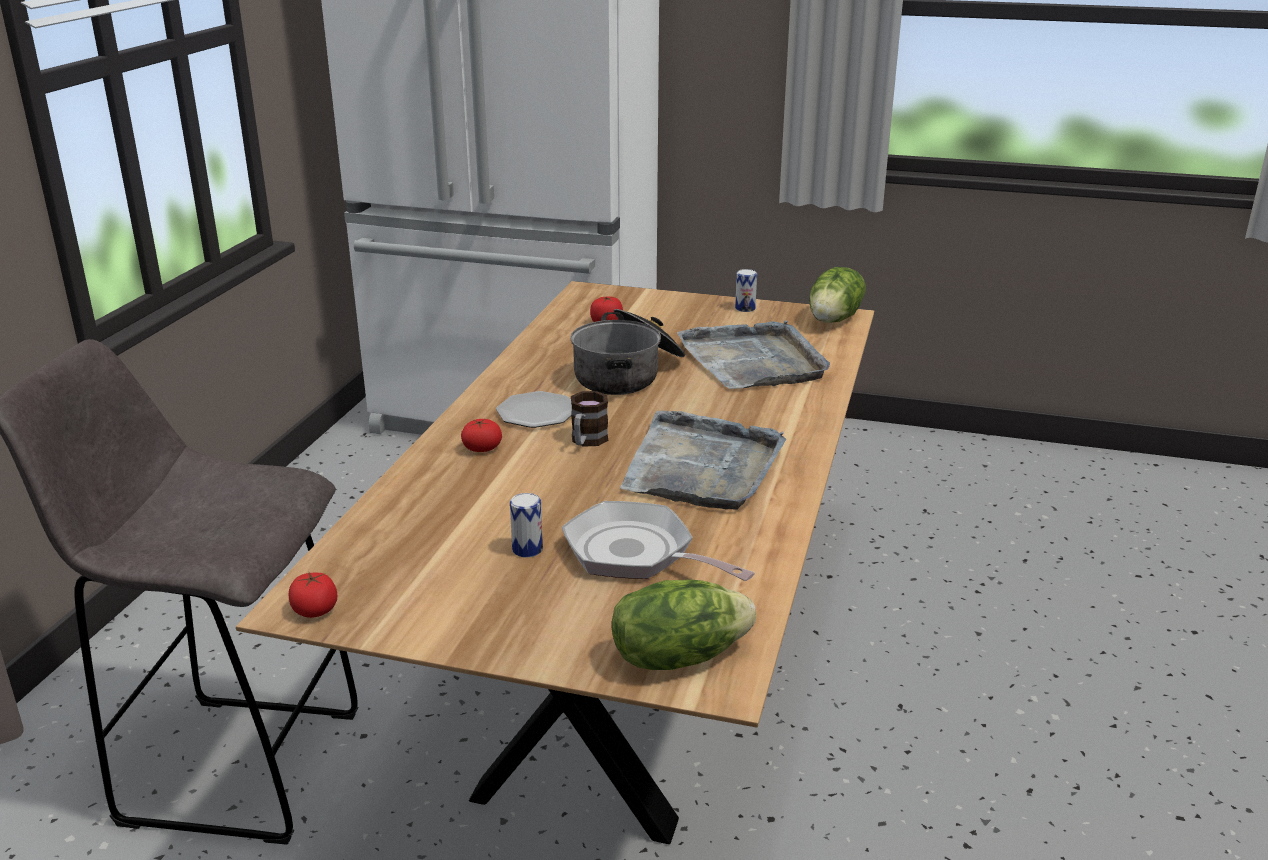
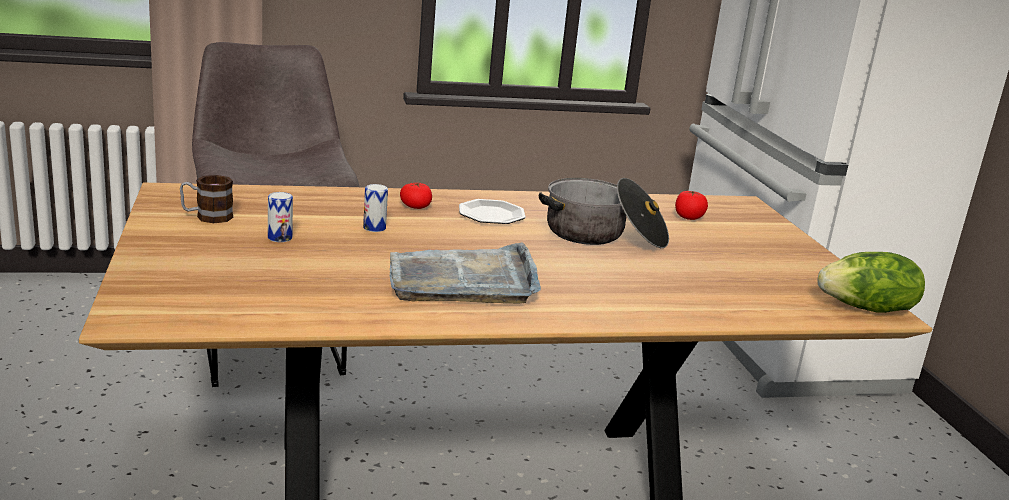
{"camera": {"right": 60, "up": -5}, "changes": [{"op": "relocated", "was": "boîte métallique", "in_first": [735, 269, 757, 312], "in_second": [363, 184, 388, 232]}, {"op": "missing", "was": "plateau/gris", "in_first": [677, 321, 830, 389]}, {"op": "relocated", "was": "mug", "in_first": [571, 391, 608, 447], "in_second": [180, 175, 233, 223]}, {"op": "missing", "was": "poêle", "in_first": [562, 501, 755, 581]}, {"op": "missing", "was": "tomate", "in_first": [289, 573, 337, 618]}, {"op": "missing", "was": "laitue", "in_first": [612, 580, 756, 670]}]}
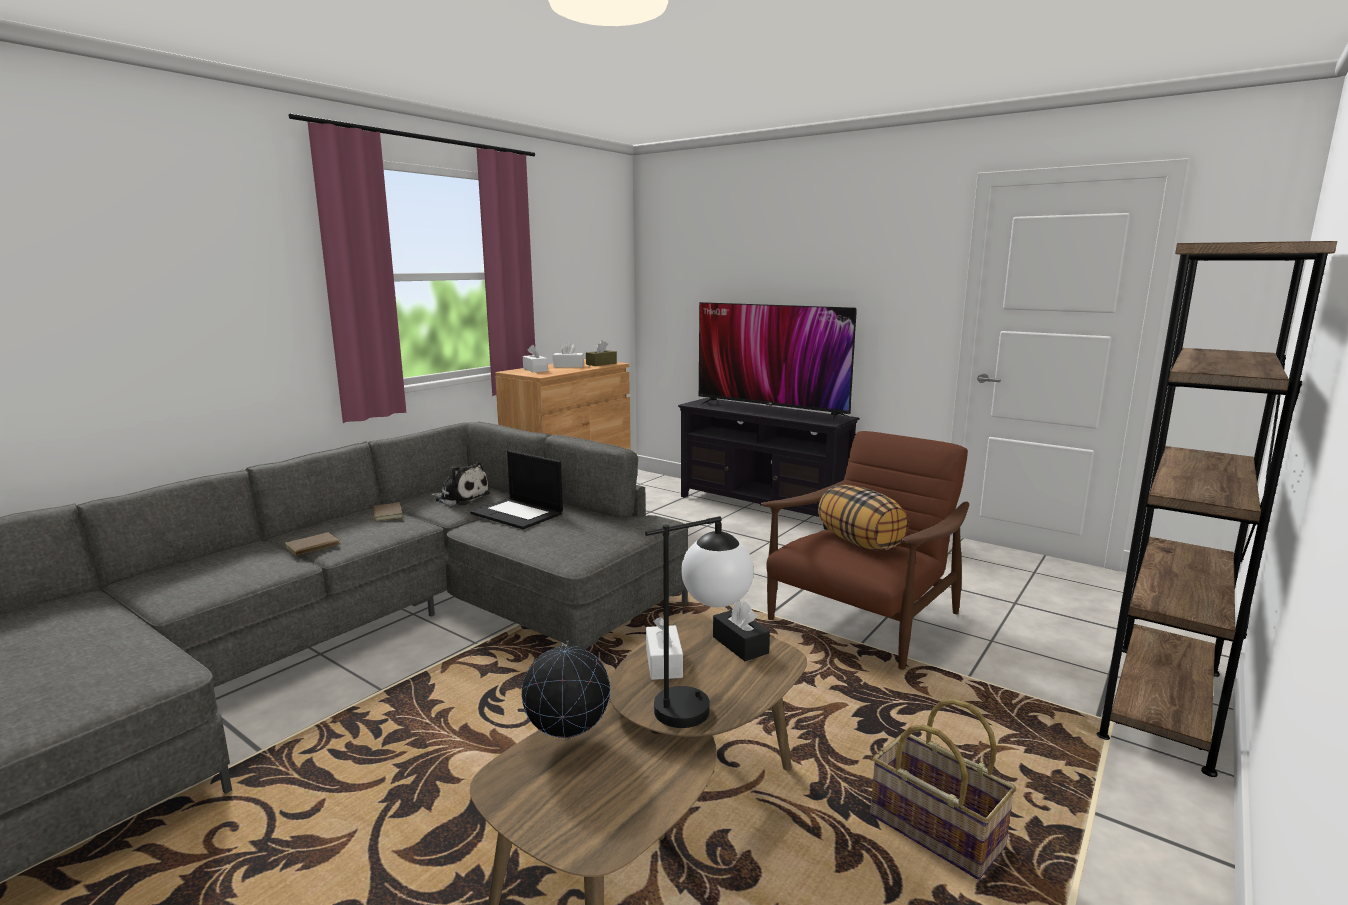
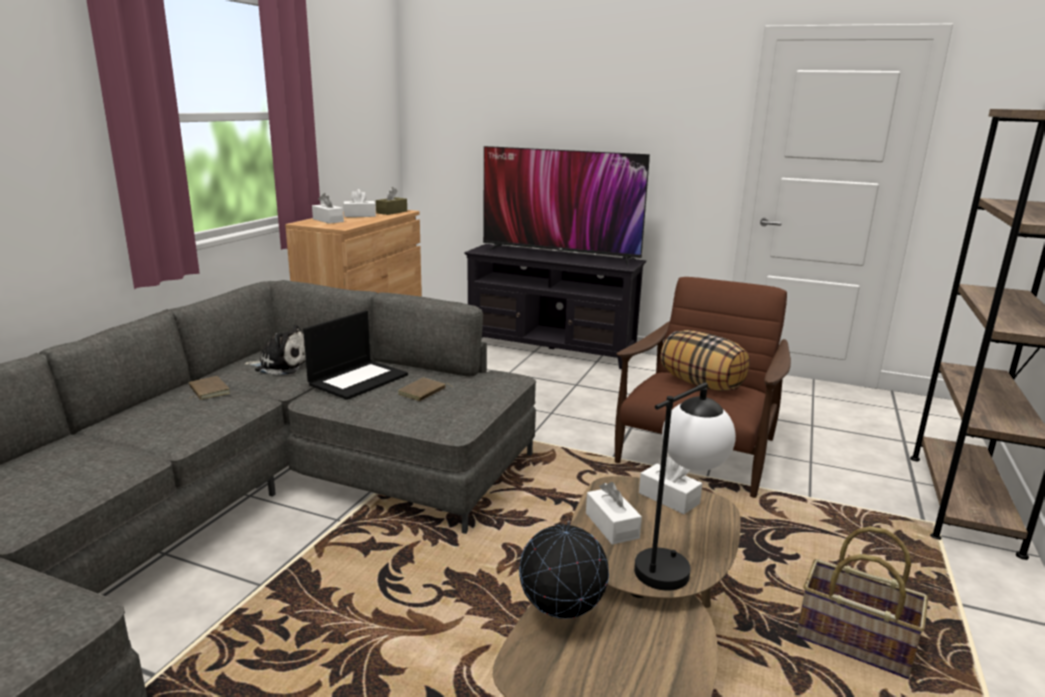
{"camera": {"right": -15, "up": 5}, "changes": [{"op": "spun", "was": "ordinateur portable", "in_first": [470, 450, 563, 529], "in_second": [303, 311, 408, 400], "clockwise": -75}, {"op": "relocated", "was": "livre/marron", "in_first": [285, 532, 342, 556], "in_second": [398, 377, 452, 401]}, {"op": "colour", "was": "boîte à mouchoirs/noir", "now": "boîte à mouchoirs/blanc", "in_first": [713, 600, 770, 661], "in_second": [639, 457, 702, 514]}]}
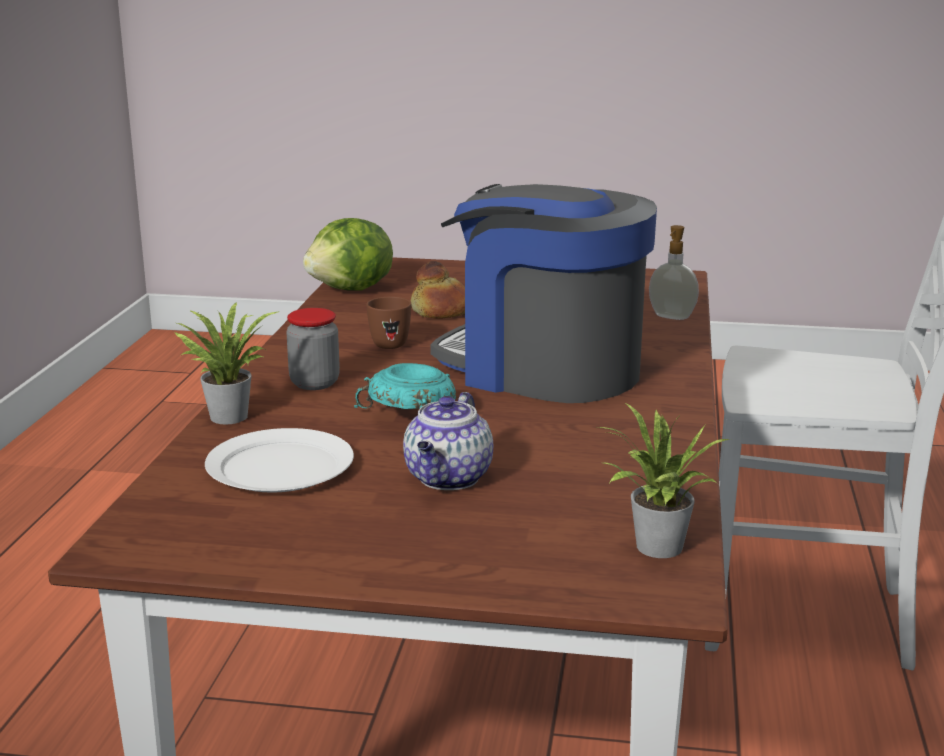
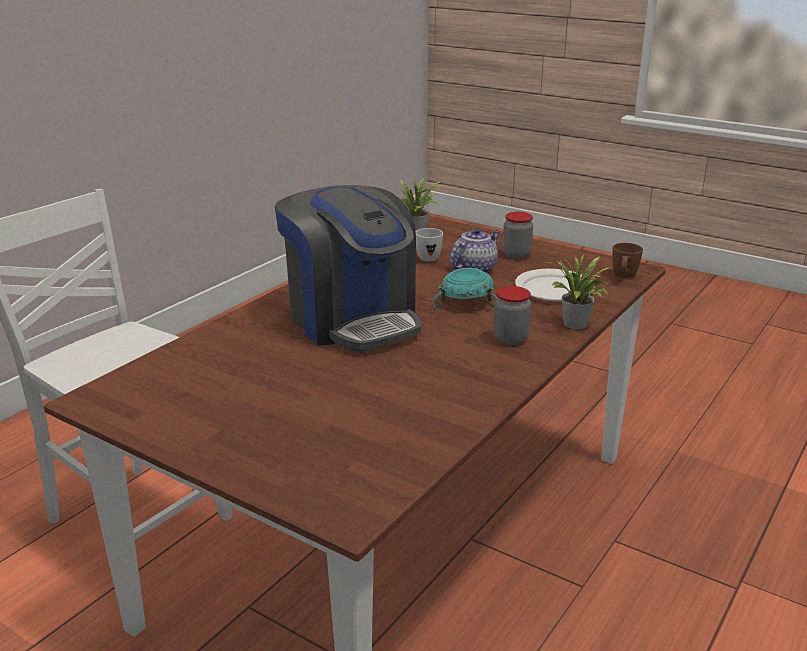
{"camera": {"right": -155, "up": 5}, "changes": [{"op": "missing", "was": "laitue", "in_first": [303, 218, 393, 291]}, {"op": "missing", "was": "distributeur de savon", "in_first": [649, 225, 699, 320]}, {"op": "missing", "was": "pain", "in_first": [411, 261, 465, 319]}, {"op": "relocated", "was": "mug/marron", "in_first": [366, 297, 411, 349], "in_second": [612, 243, 643, 278]}, {"op": "appeared", "now": "bocal", "in_second": [503, 212, 533, 259]}, {"op": "appeared", "now": "mug/blanc", "in_second": [416, 228, 443, 262]}]}
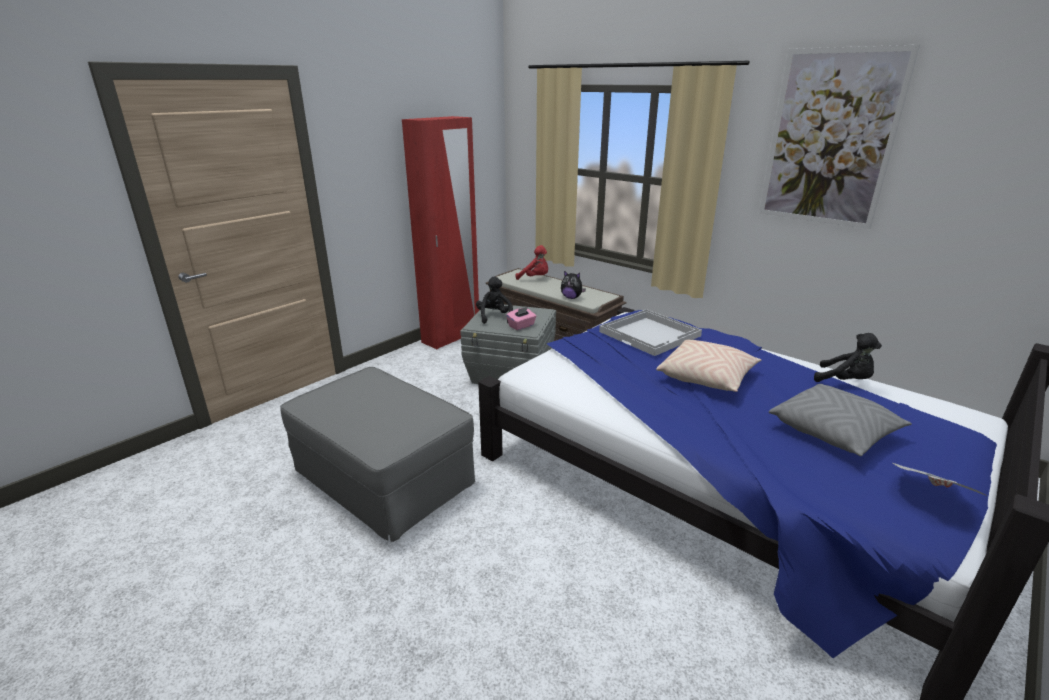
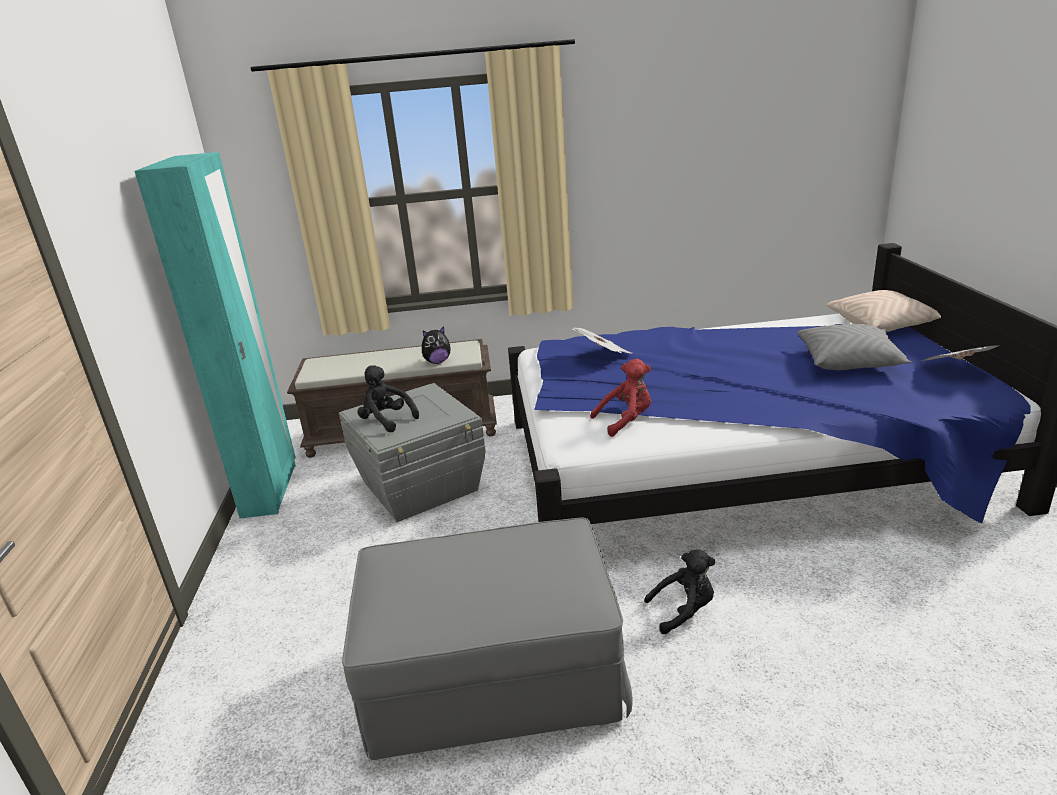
{"camera": {"right": -45, "up": 0}, "changes": [{"op": "missing", "was": "tableau", "in_first": [759, 45, 920, 229]}, {"op": "colour", "was": "armoire/rouge", "now": "armoire/turquoise", "in_first": [402, 116, 479, 349], "in_second": [135, 152, 296, 519]}, {"op": "relocated", "was": "peluche/rouge", "in_first": [516, 245, 548, 280], "in_second": [590, 359, 651, 437]}, {"op": "missing", "was": "boîte à mouchoirs/rose", "in_first": [506, 307, 537, 330]}, {"op": "exchanged", "was": "plateau/blanc", "now": "journal", "in_first": [599, 309, 702, 356], "in_second": [572, 328, 631, 353]}, {"op": "relocated", "was": "peluche/noir", "in_first": [814, 333, 882, 382], "in_second": [644, 549, 715, 634]}, {"op": "relocated", "was": "coussin/beige", "in_first": [656, 340, 762, 392], "in_second": [826, 290, 941, 332]}]}
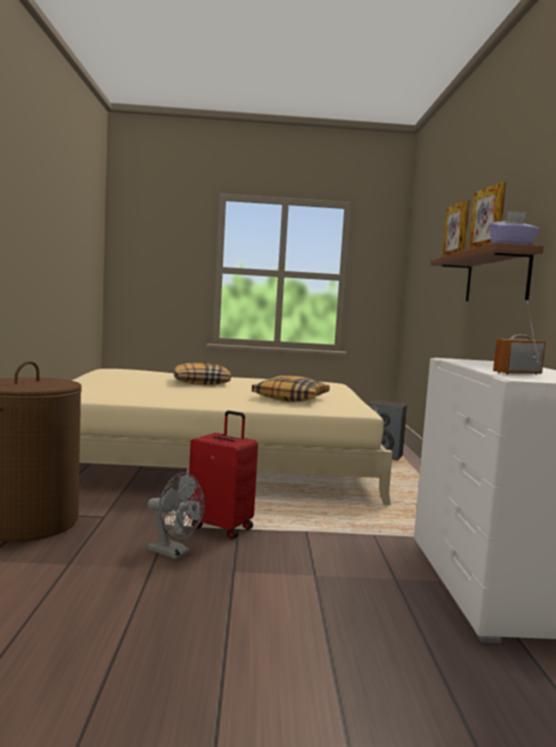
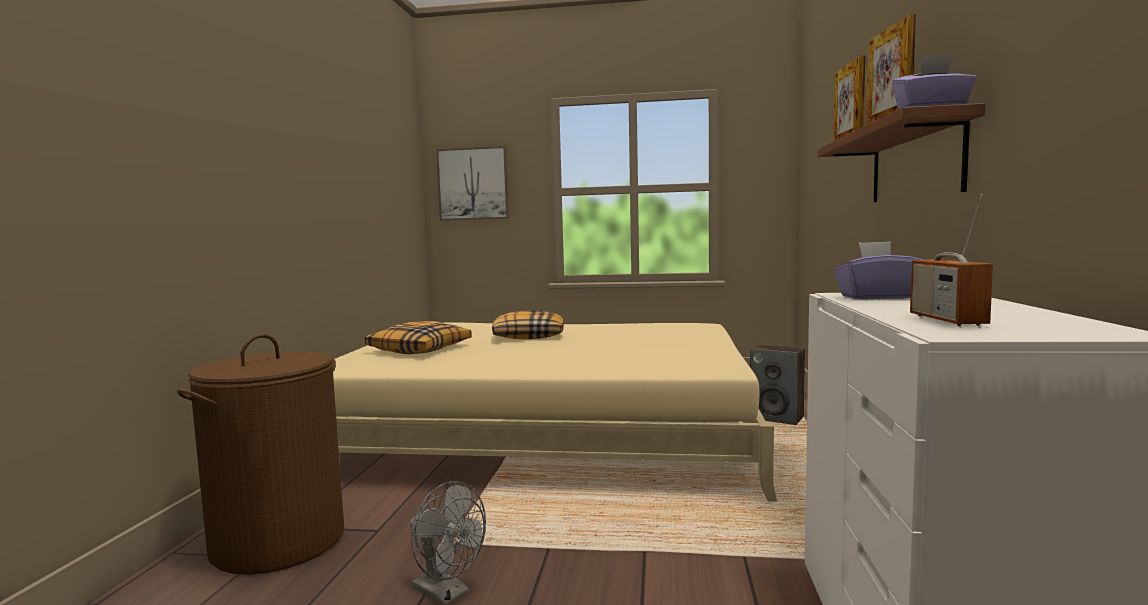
{"camera": {"right": 10, "up": 0}, "changes": [{"op": "spun", "was": "radio", "in_first": [493, 302, 546, 375], "in_second": [910, 194, 993, 326], "clockwise": -75}, {"op": "relocated", "was": "coussin", "in_first": [252, 376, 330, 402], "in_second": [365, 321, 472, 354]}, {"op": "missing", "was": "valise/rouge", "in_first": [187, 411, 258, 539]}, {"op": "appeared", "now": "tableau", "in_second": [436, 146, 509, 220]}, {"op": "appeared", "now": "boîte à mouchoirs/violet", "in_second": [834, 241, 923, 300]}]}
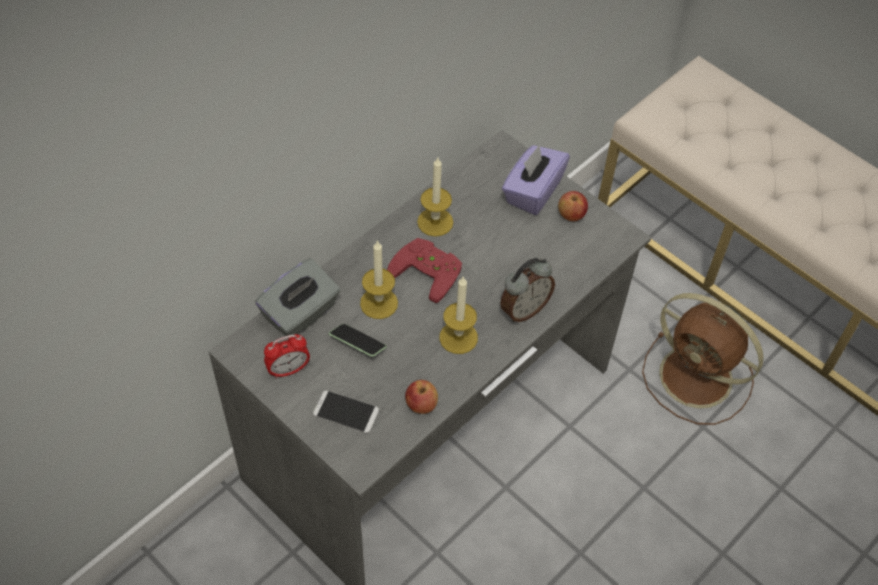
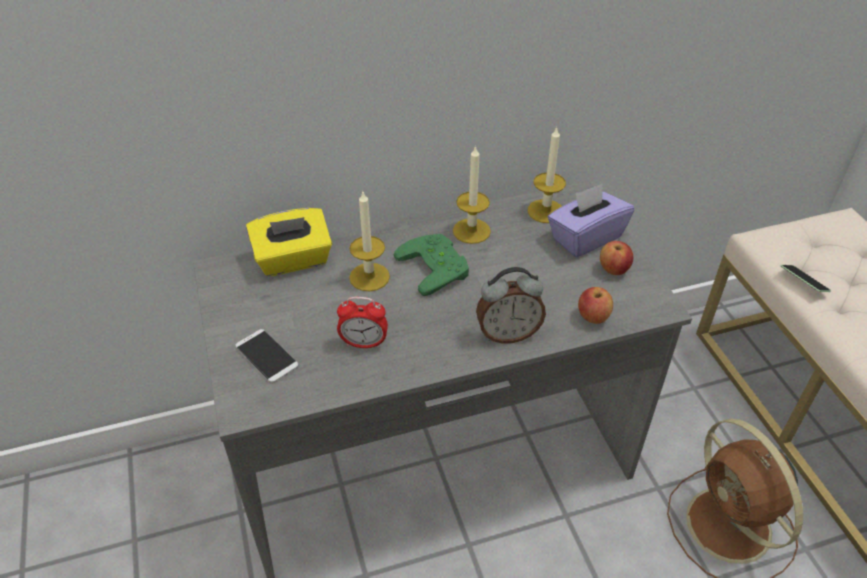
{"camera": {"right": 30, "up": -10}, "changes": [{"op": "colour", "was": "manette/rouge", "now": "manette/vert", "in_first": [387, 238, 462, 303], "in_second": [394, 234, 469, 296]}, {"op": "colour", "was": "boîte à mouchoirs/gris", "now": "boîte à mouchoirs/jaune", "in_first": [255, 258, 340, 339], "in_second": [246, 208, 332, 277]}, {"op": "relocated", "was": "bougie", "in_first": [440, 277, 478, 354], "in_second": [528, 127, 566, 223]}, {"op": "relocated", "was": "téléphone", "in_first": [329, 324, 387, 357], "in_second": [781, 265, 831, 292]}, {"op": "relocated", "was": "réveil", "in_first": [264, 334, 310, 378], "in_second": [337, 297, 388, 348]}, {"op": "relocated", "was": "pomme", "in_first": [405, 380, 438, 414], "in_second": [578, 287, 613, 324]}]}
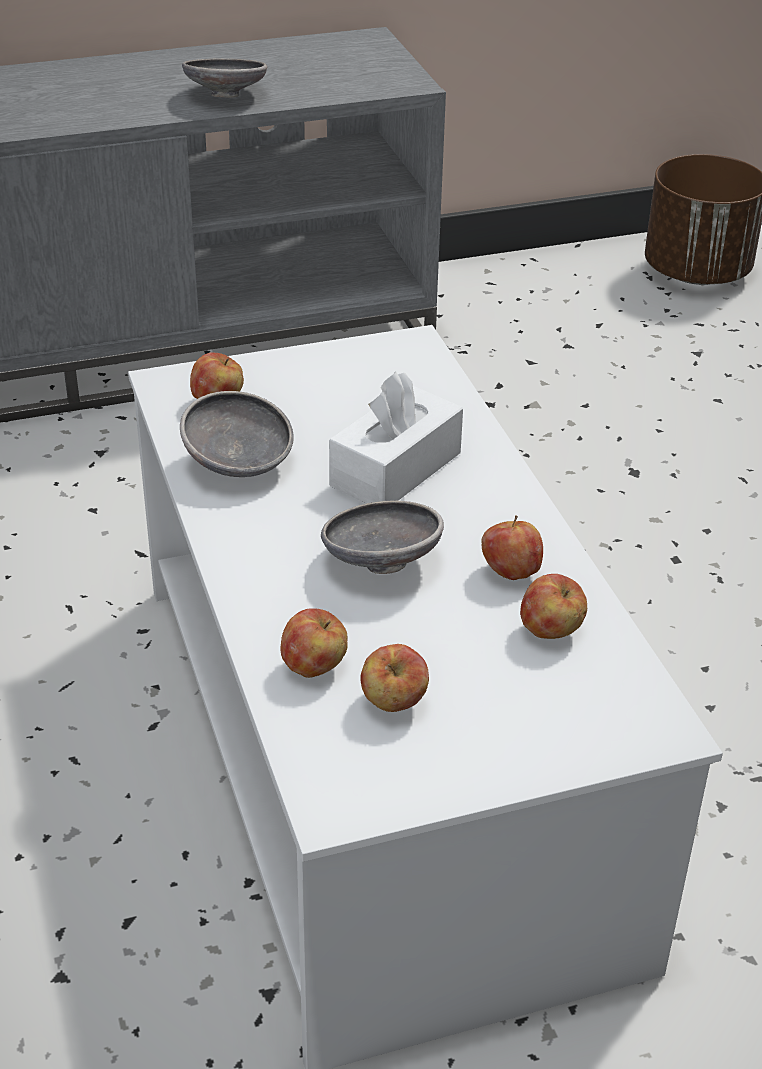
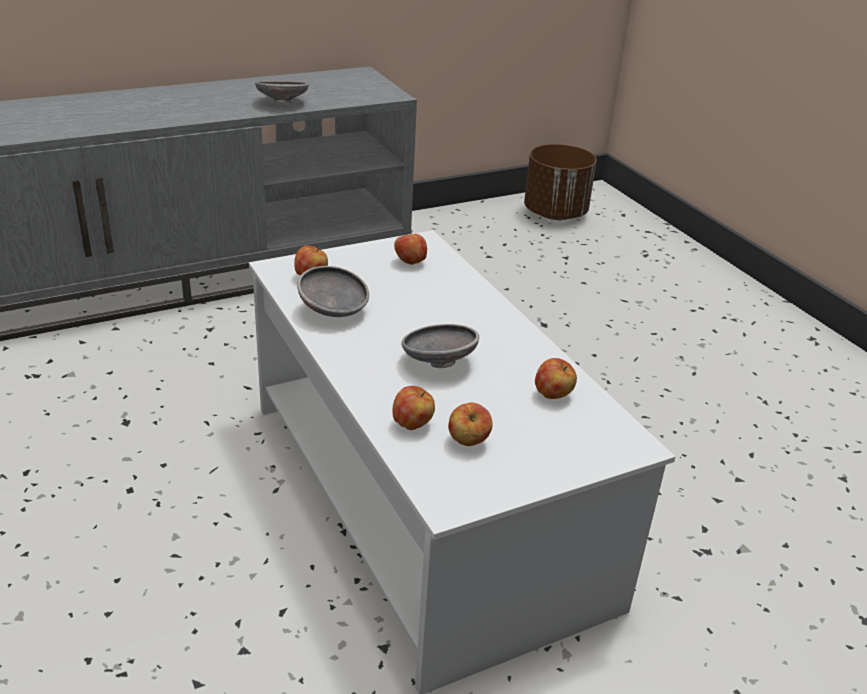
{"camera": {"right": -10, "up": -5}, "changes": [{"op": "missing", "was": "boîte à mouchoirs/blanc", "in_first": [329, 372, 463, 503]}, {"op": "relocated", "was": "pomme", "in_first": [482, 515, 543, 580], "in_second": [394, 230, 427, 265]}]}
